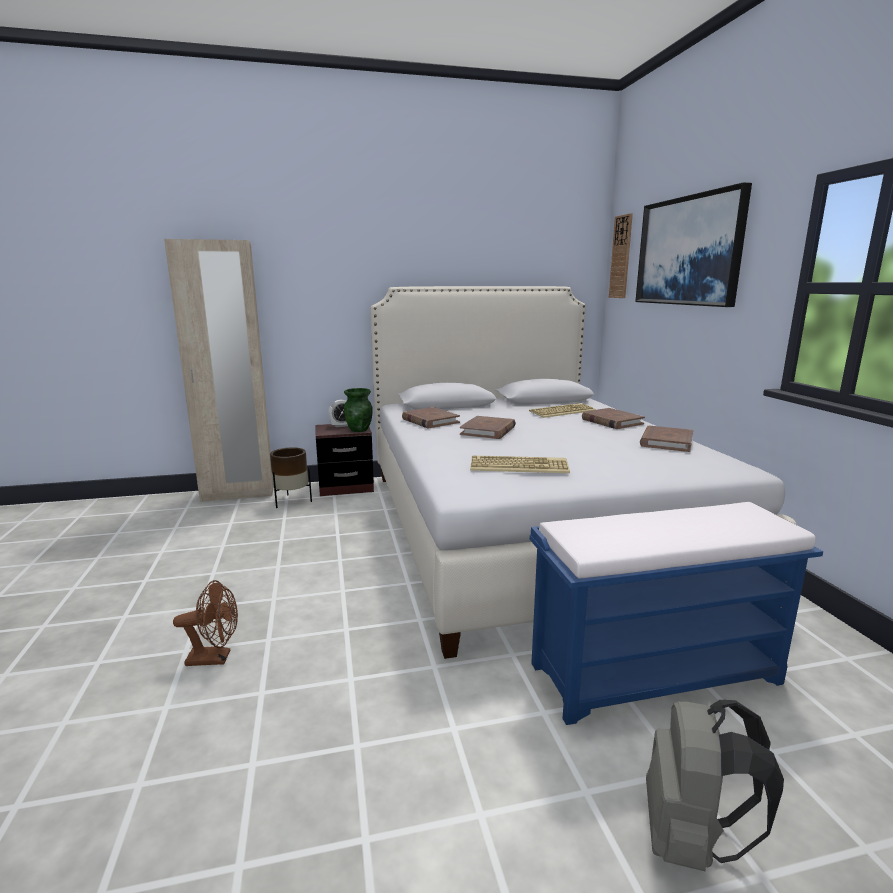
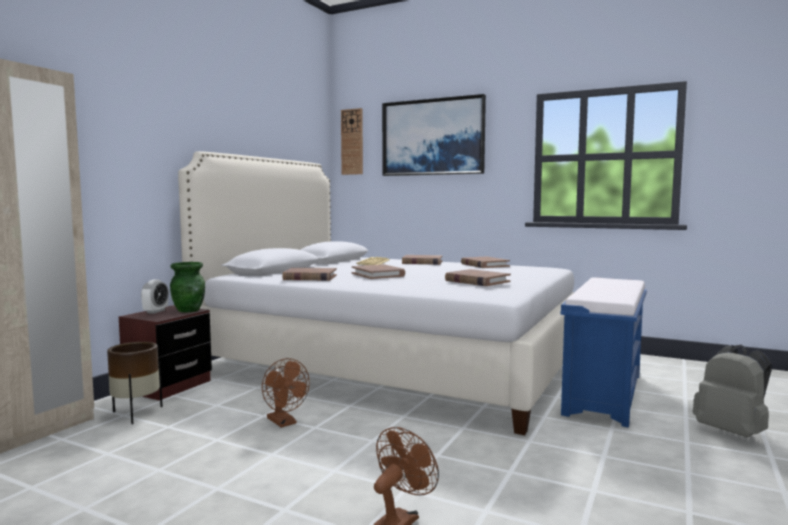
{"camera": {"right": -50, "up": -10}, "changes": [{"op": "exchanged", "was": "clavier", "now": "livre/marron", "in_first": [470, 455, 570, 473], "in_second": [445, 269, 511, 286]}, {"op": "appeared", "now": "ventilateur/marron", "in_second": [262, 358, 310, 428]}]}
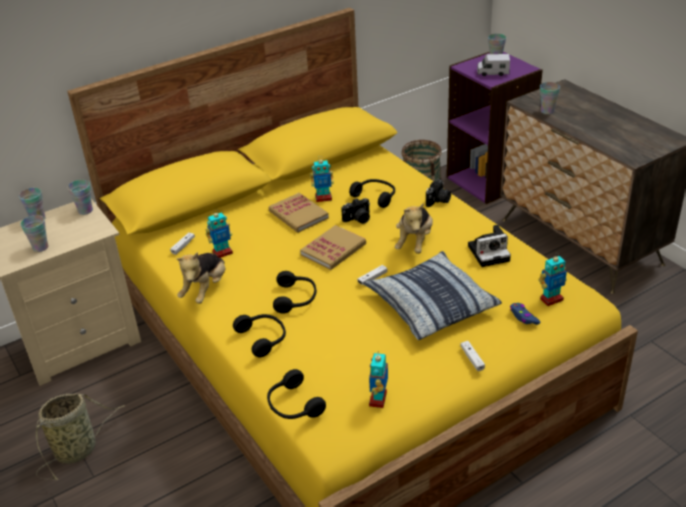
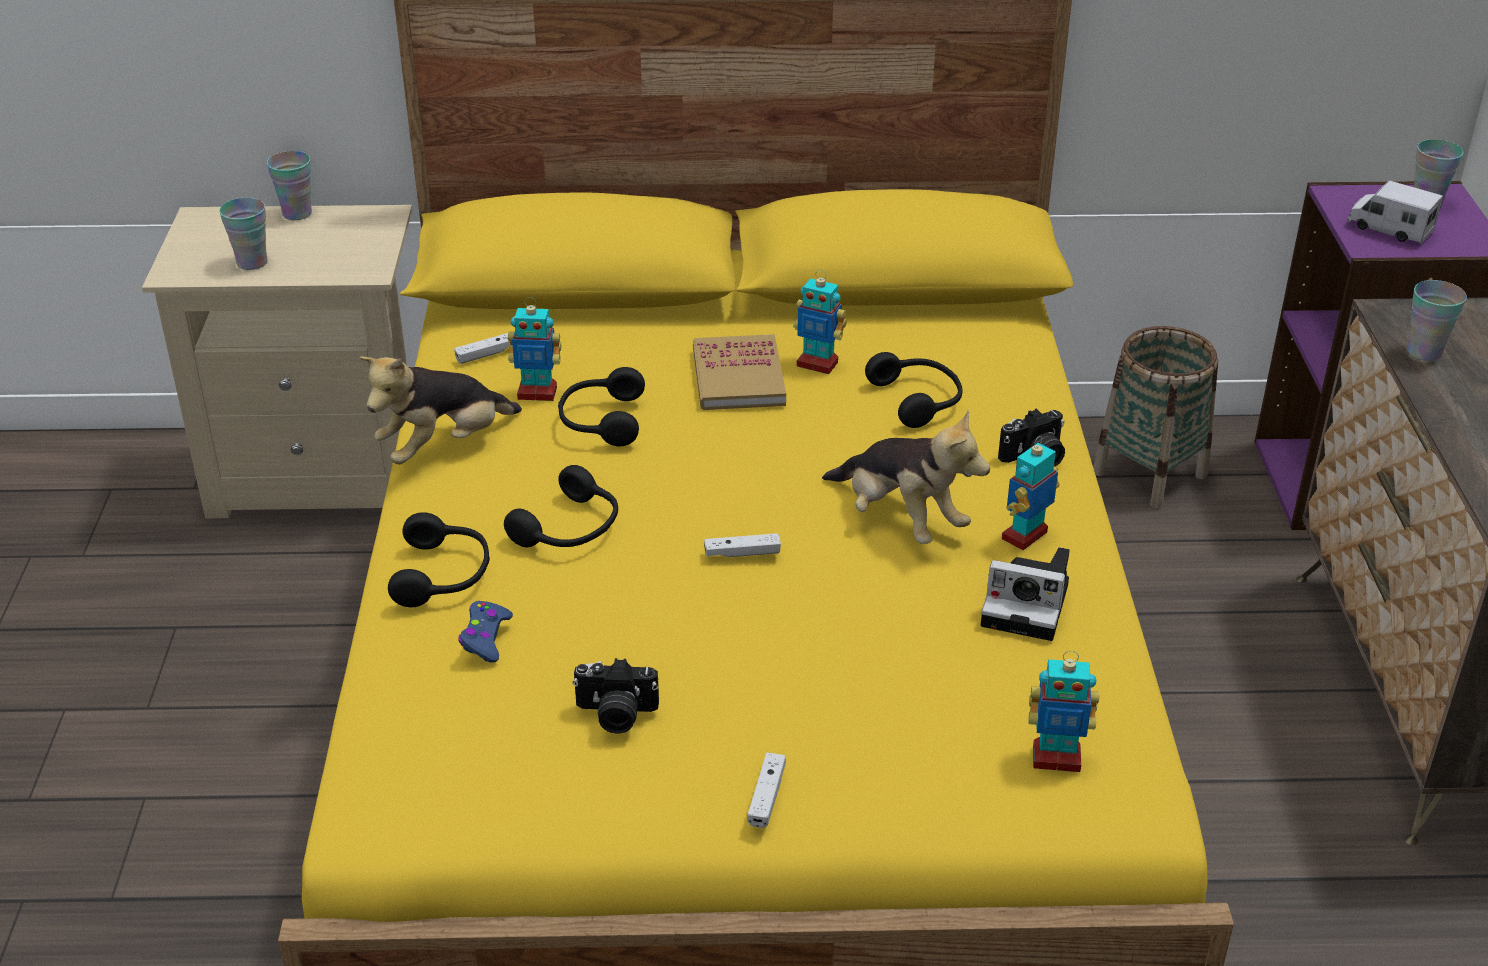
{"camera": {"right": 30, "up": 0}, "changes": [{"op": "missing", "was": "tasse", "in_first": [68, 180, 93, 215]}, {"op": "relocated", "was": "appareil photo", "in_first": [341, 198, 370, 224], "in_second": [572, 658, 659, 734]}, {"op": "spun", "was": "peluche", "in_first": [395, 203, 433, 254], "in_second": [822, 409, 990, 544], "clockwise": -90}, {"op": "missing", "was": "livre", "in_first": [300, 225, 366, 270]}, {"op": "missing", "was": "coussin", "in_first": [363, 251, 502, 340]}, {"op": "relocated", "was": "manette/bleu", "in_first": [510, 303, 540, 325], "in_second": [458, 601, 513, 663]}, {"op": "relocated", "was": "robot jouet", "in_first": [369, 351, 388, 408], "in_second": [1002, 436, 1060, 550]}, {"op": "relocated", "was": "casque audio/noir", "in_first": [267, 369, 326, 419], "in_second": [558, 367, 645, 446]}, {"op": "missing", "was": "panier", "in_first": [36, 393, 126, 480]}]}
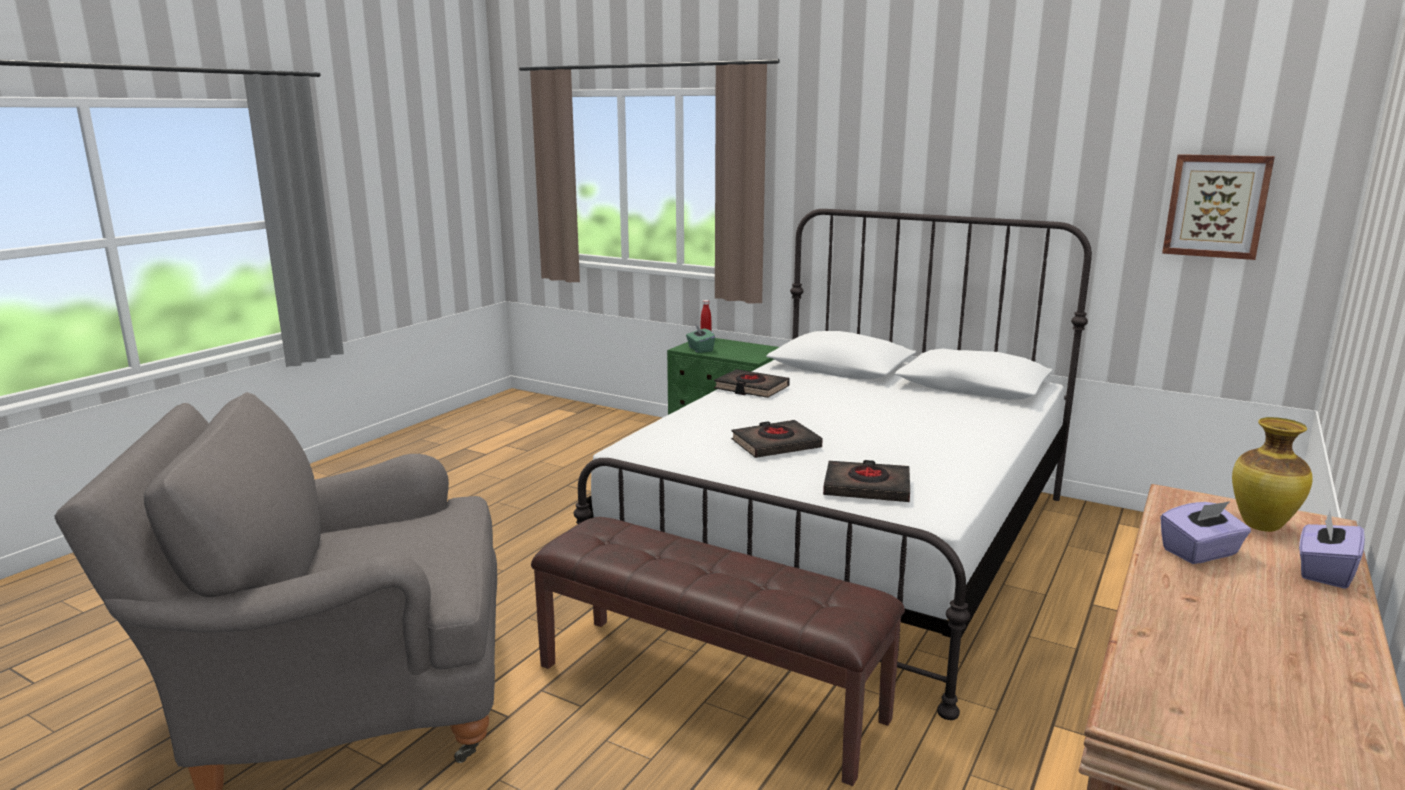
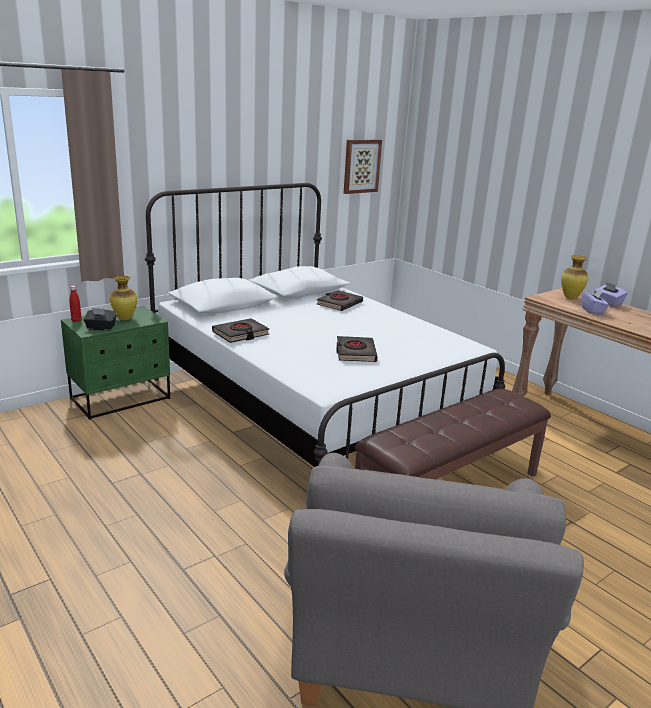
{"camera": {"right": -70, "up": 5}, "changes": [{"op": "colour", "was": "boîte à mouchoirs/vert", "now": "boîte à mouchoirs/noir", "in_first": [686, 324, 715, 353], "in_second": [83, 308, 117, 331]}, {"op": "relocated", "was": "livre/noir", "in_first": [823, 460, 910, 502], "in_second": [317, 290, 363, 311]}, {"op": "appeared", "now": "vase", "in_second": [110, 276, 137, 320]}]}
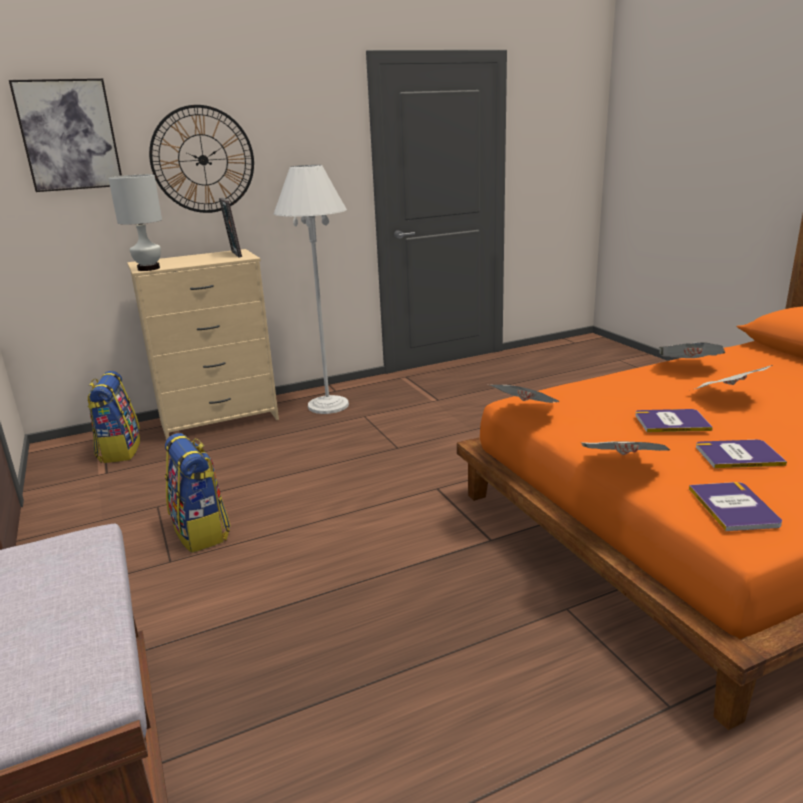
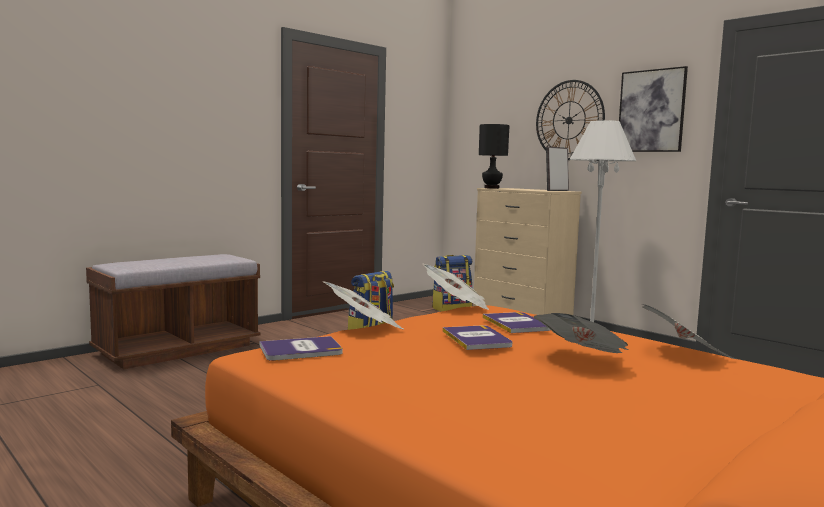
{"camera": {"right": 70, "up": -15}, "changes": [{"op": "relocated", "was": "tableau", "in_first": [9, 78, 122, 192], "in_second": [619, 66, 688, 152]}, {"op": "colour", "was": "lampe de table/blanc", "now": "lampe de table/noir", "in_first": [108, 174, 162, 271], "in_second": [479, 124, 510, 189]}, {"op": "relocated", "was": "livre", "in_first": [696, 440, 787, 468], "in_second": [483, 312, 550, 333]}]}
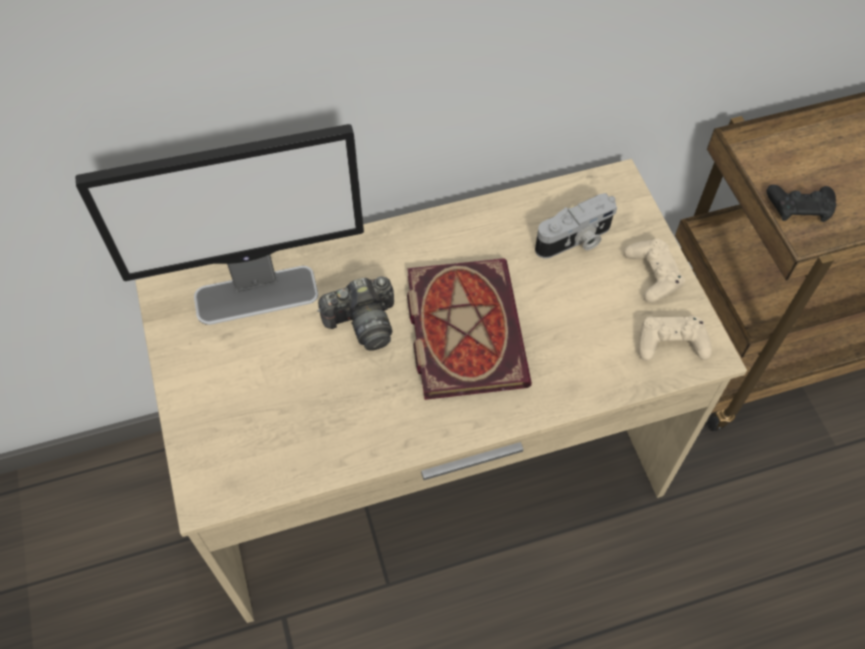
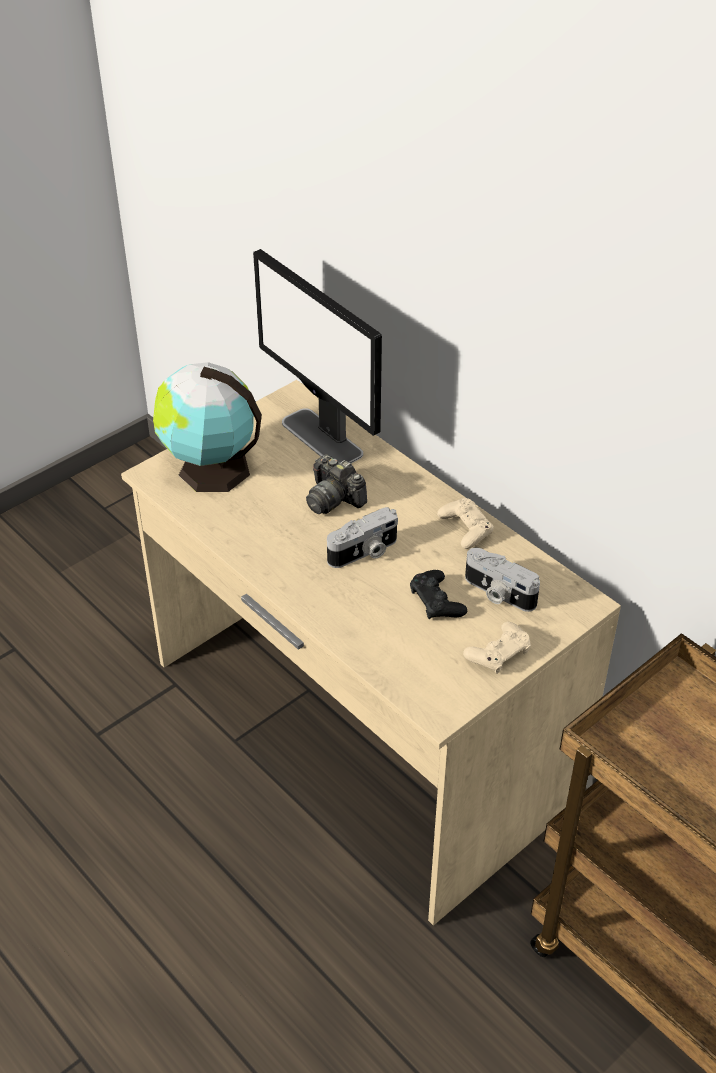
{"camera": {"right": 65, "up": -15}, "changes": [{"op": "relocated", "was": "manette/noir", "in_first": [767, 185, 836, 222], "in_second": [410, 570, 467, 619]}, {"op": "exchanged", "was": "livre", "now": "appareil photo", "in_first": [407, 258, 532, 400], "in_second": [327, 507, 398, 568]}, {"op": "relocated", "was": "manette/beige", "in_first": [639, 316, 712, 361], "in_second": [437, 498, 494, 549]}, {"op": "appeared", "now": "globe", "in_second": [153, 362, 262, 492]}]}
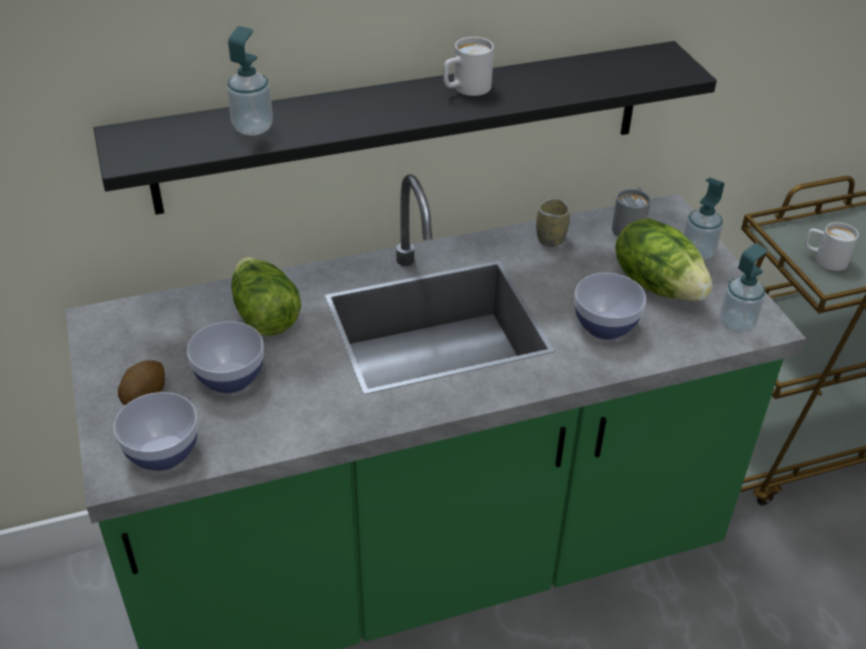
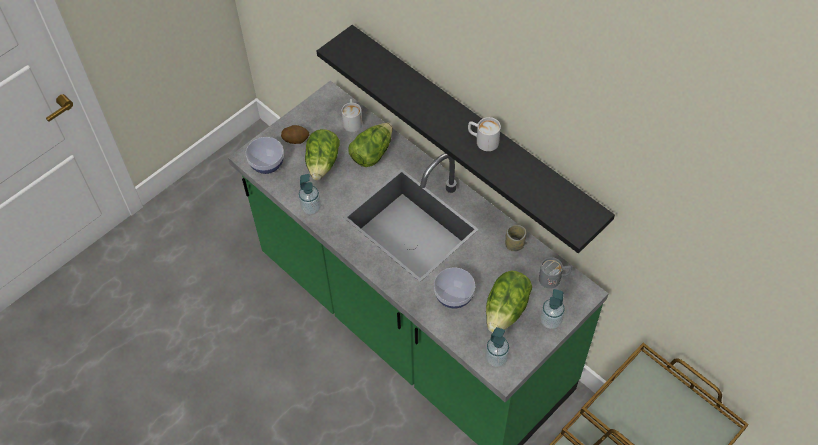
{"camera": {"right": 65, "up": 15}, "changes": [{"op": "relocated", "was": "distributeur de savon", "in_first": [227, 26, 273, 136], "in_second": [298, 174, 321, 215]}, {"op": "relocated", "was": "mug/blanc", "in_first": [805, 222, 859, 271], "in_second": [342, 99, 362, 132]}, {"op": "exchanged", "was": "bol", "now": "laitue", "in_first": [187, 321, 264, 394], "in_second": [305, 129, 340, 181]}]}
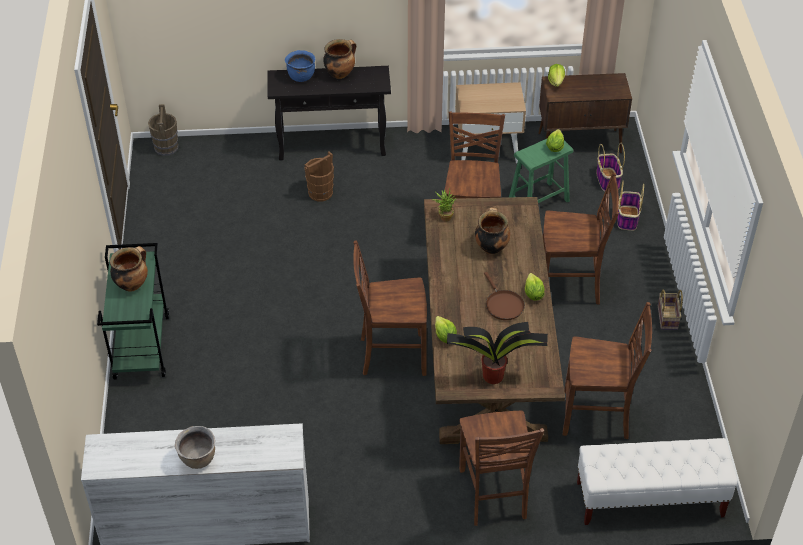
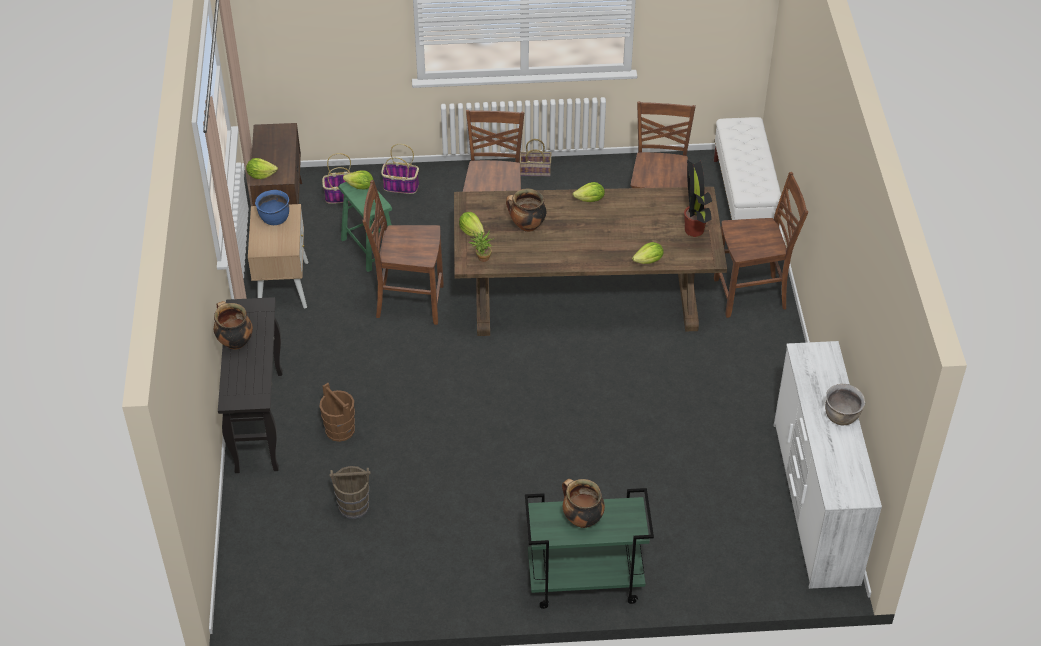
{"camera": {"right": -90, "up": 0}, "changes": [{"op": "relocated", "was": "marmite/bleu", "in_first": [285, 50, 315, 82], "in_second": [255, 190, 289, 225]}, {"op": "relocated", "was": "seau/marron", "in_first": [148, 104, 178, 156], "in_second": [330, 466, 371, 519]}, {"op": "missing", "was": "chaise/marron", "in_first": [353, 241, 427, 376]}, {"op": "missing", "was": "poêle/marron", "in_first": [484, 272, 525, 320]}, {"op": "appeared", "now": "laitue", "in_second": [459, 212, 485, 237]}]}
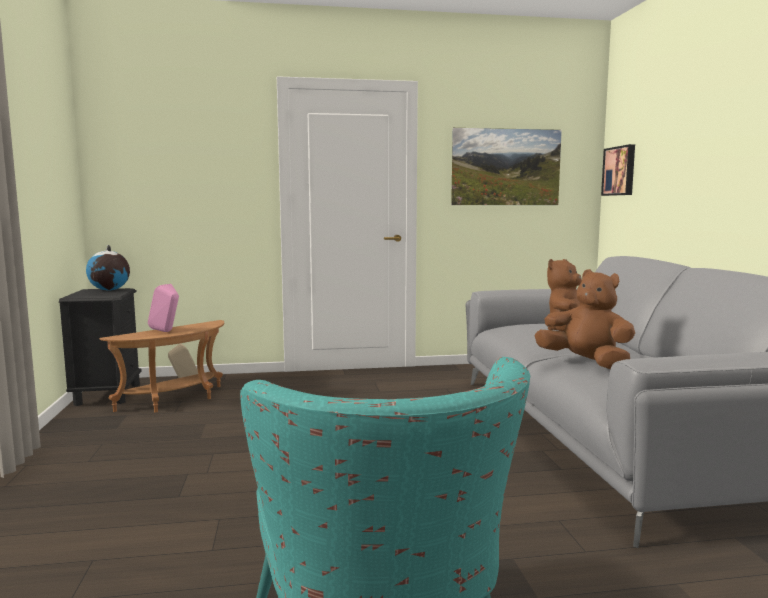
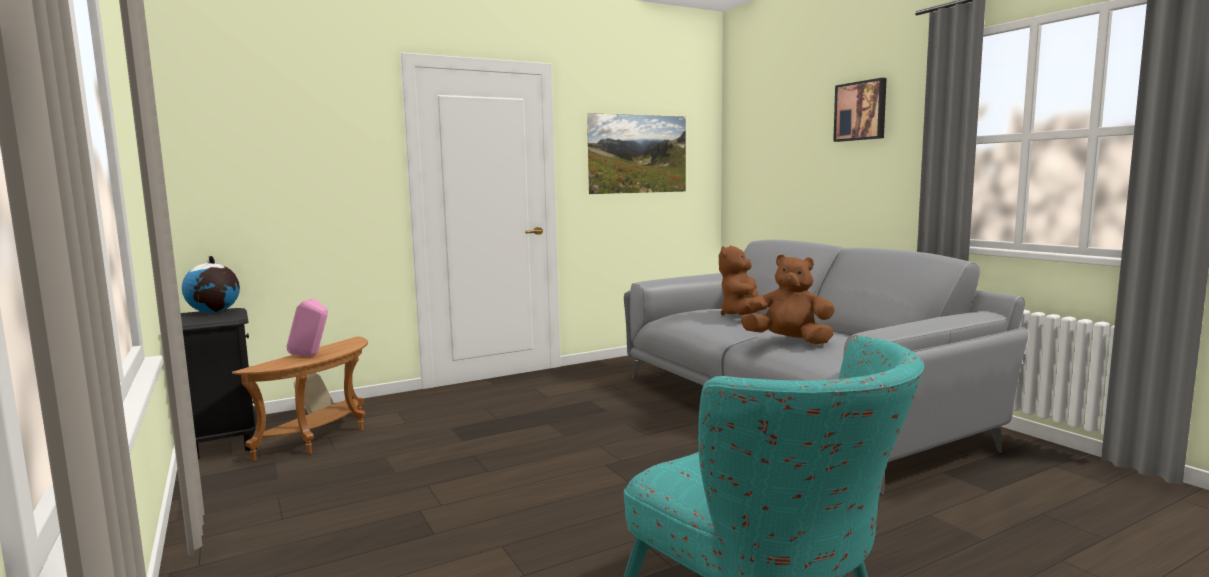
{"camera": {"right": -20, "up": 0}, "changes": [{"op": "relocated", "was": "tableau", "in_first": [601, 144, 635, 196], "in_second": [833, 78, 887, 142]}]}
